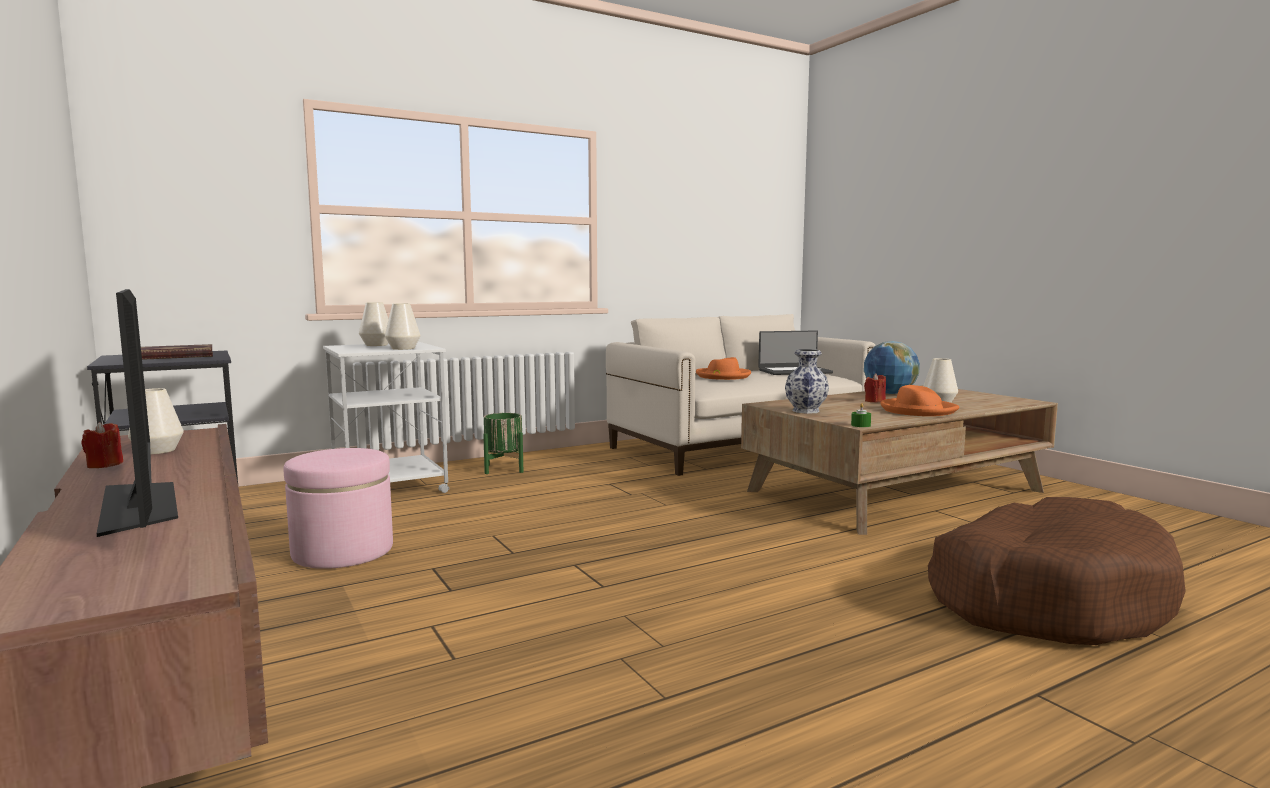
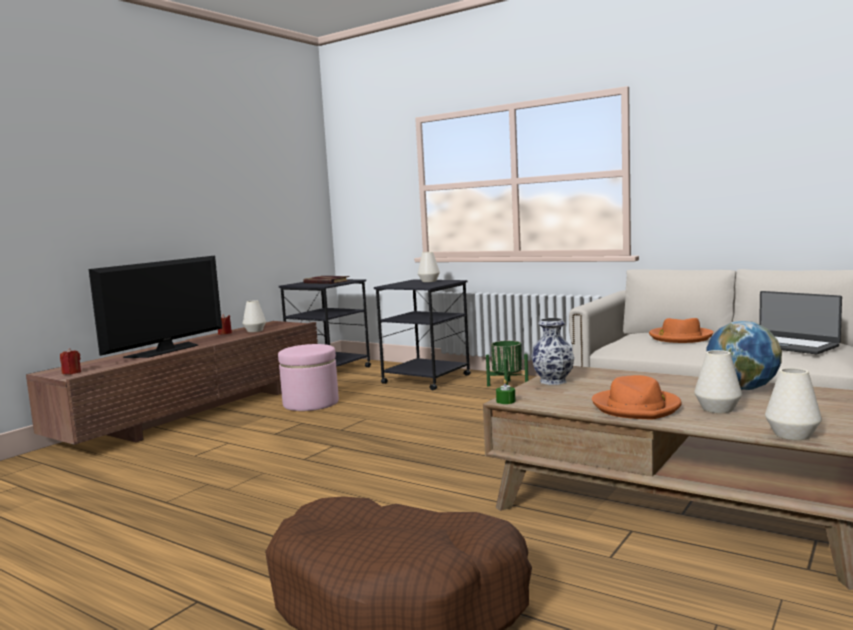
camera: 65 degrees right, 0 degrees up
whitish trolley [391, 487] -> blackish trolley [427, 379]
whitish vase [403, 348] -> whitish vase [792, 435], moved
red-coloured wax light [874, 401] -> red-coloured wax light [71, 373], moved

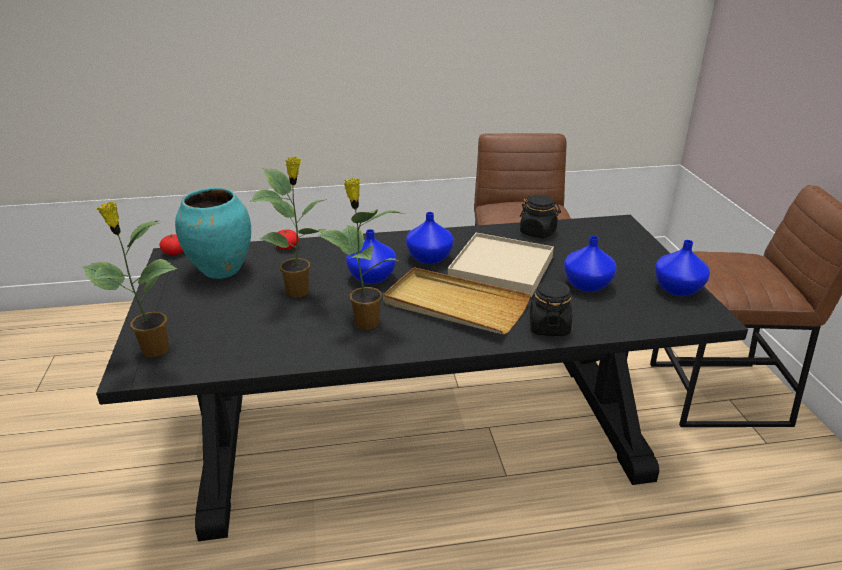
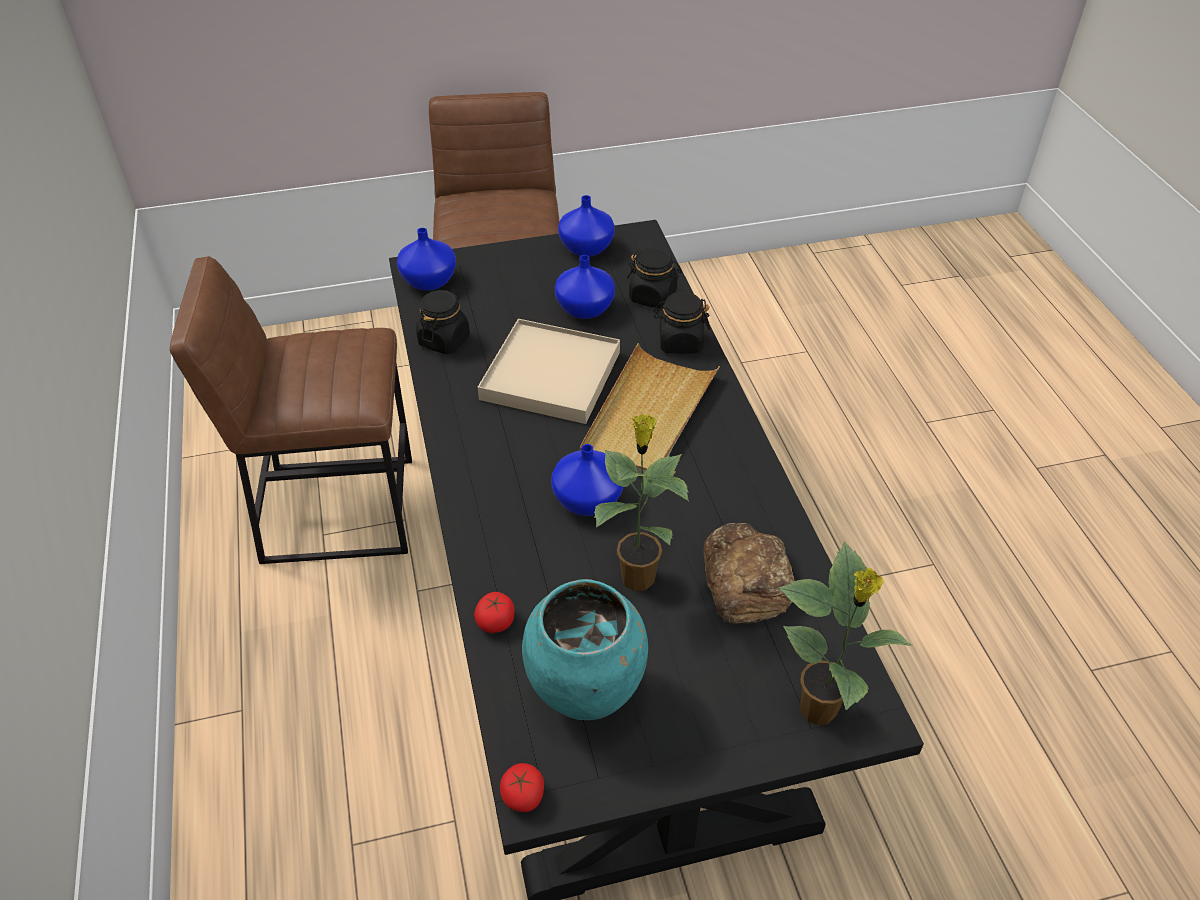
camera: 95 degrees left, 15 degrees up
plant in a pot [365, 322] -> none
blue-coloured vase [428, 258] -> blue-coloured vase [430, 281], moved
none -> blackish storage jar [653, 296]
none -> bread [746, 580]

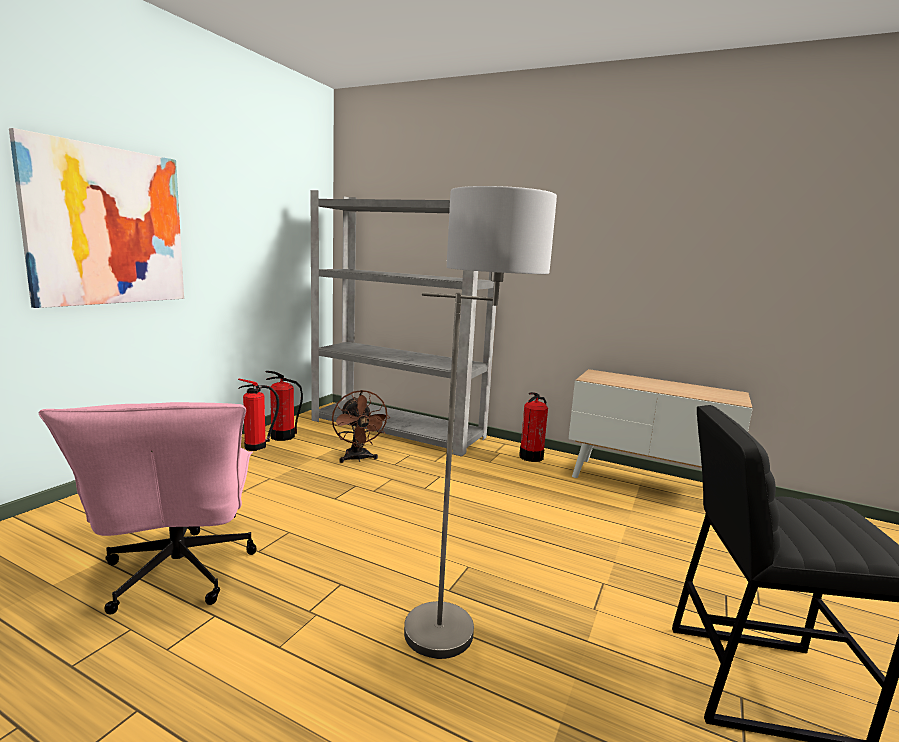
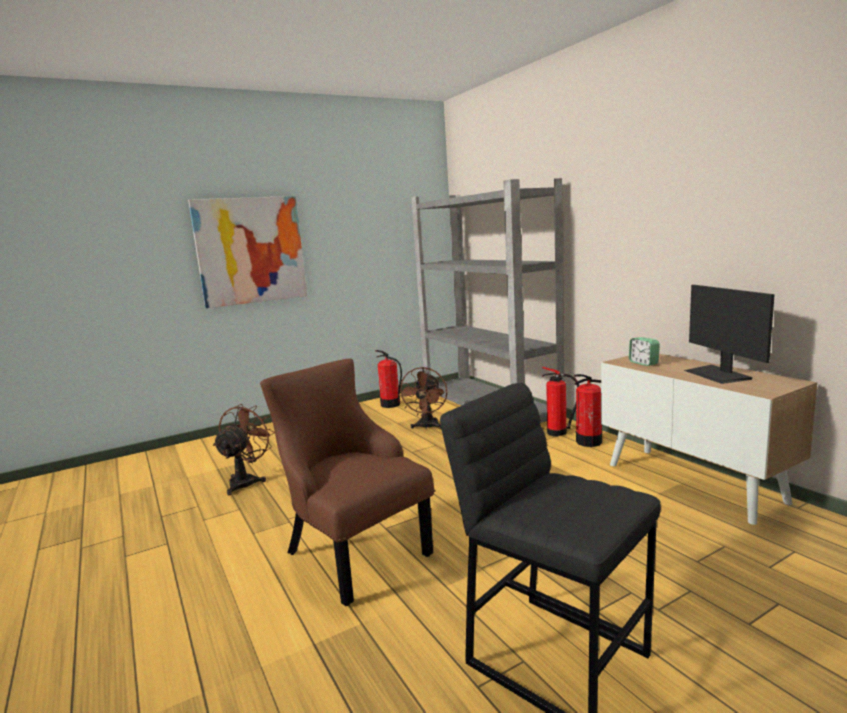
camera: 35 degrees right, 0 degrees up
pink desk chair [179, 570] -> brown electric fan [246, 481]
fire-fighting cylinder [257, 447] -> fire-fighting cylinder [559, 433], moved
grey standing lamp [459, 637] -> brown upright chair [357, 557]
none -> table clock [643, 363]
none -> computer screen [718, 374]

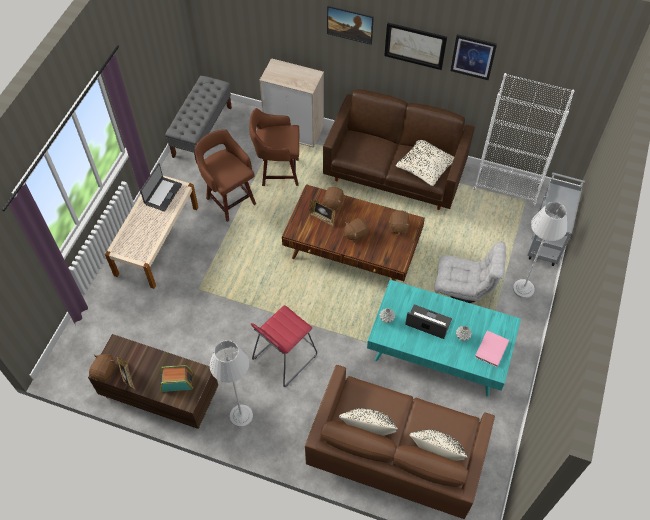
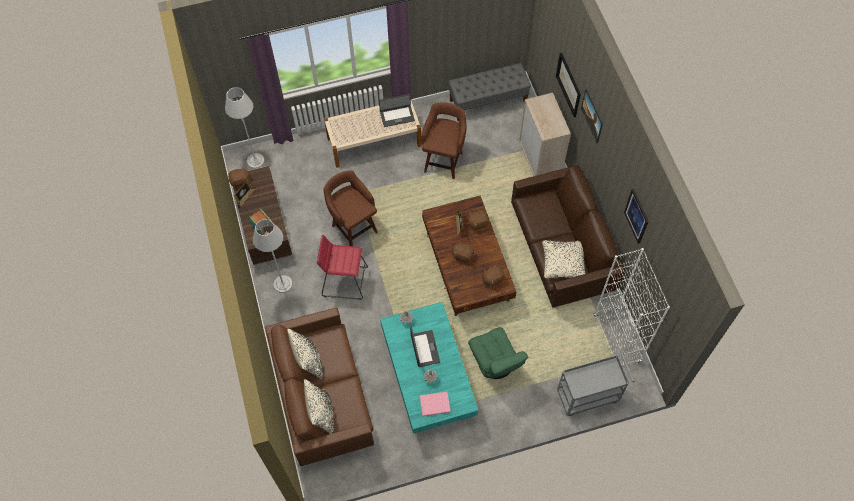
camera: 55 degrees right, 5 degrees up
brown stool seat [278, 172] -> brown stool seat [353, 227], moved
wall art [415, 45] -> wall art [568, 84], moved
grey lounge chair [464, 287] -> green lounge chair [494, 362]
grey standing lamp [523, 289] -> grey standing lamp [255, 161], moved

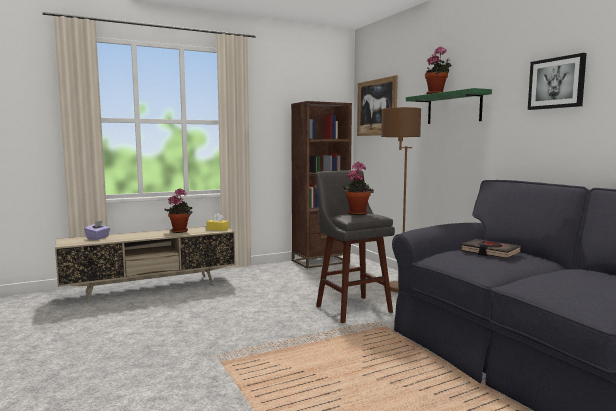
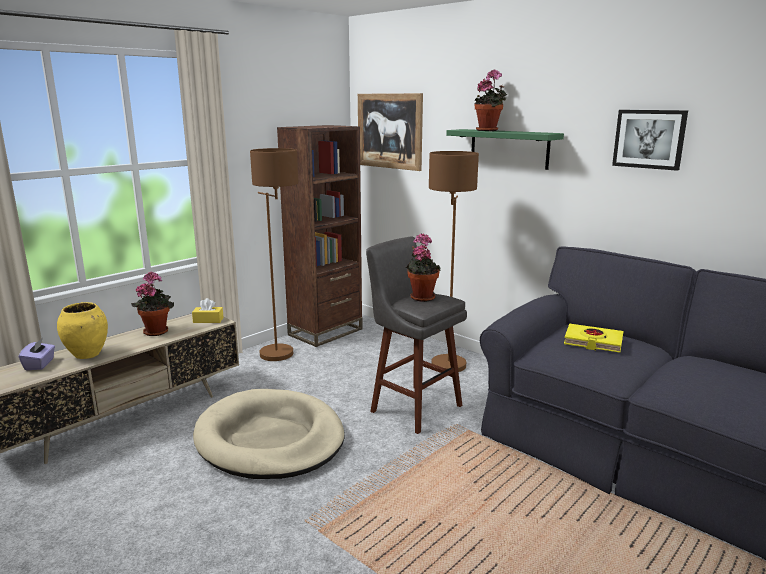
camera: 20 degrees left, 10 degrees up
blackish book [490, 252] -> yellow-coloured book [593, 342]
none -> yellow-coloured vase [88, 354]
none -> beige dog bed [270, 439]
none -> brown standing lamp [282, 357]

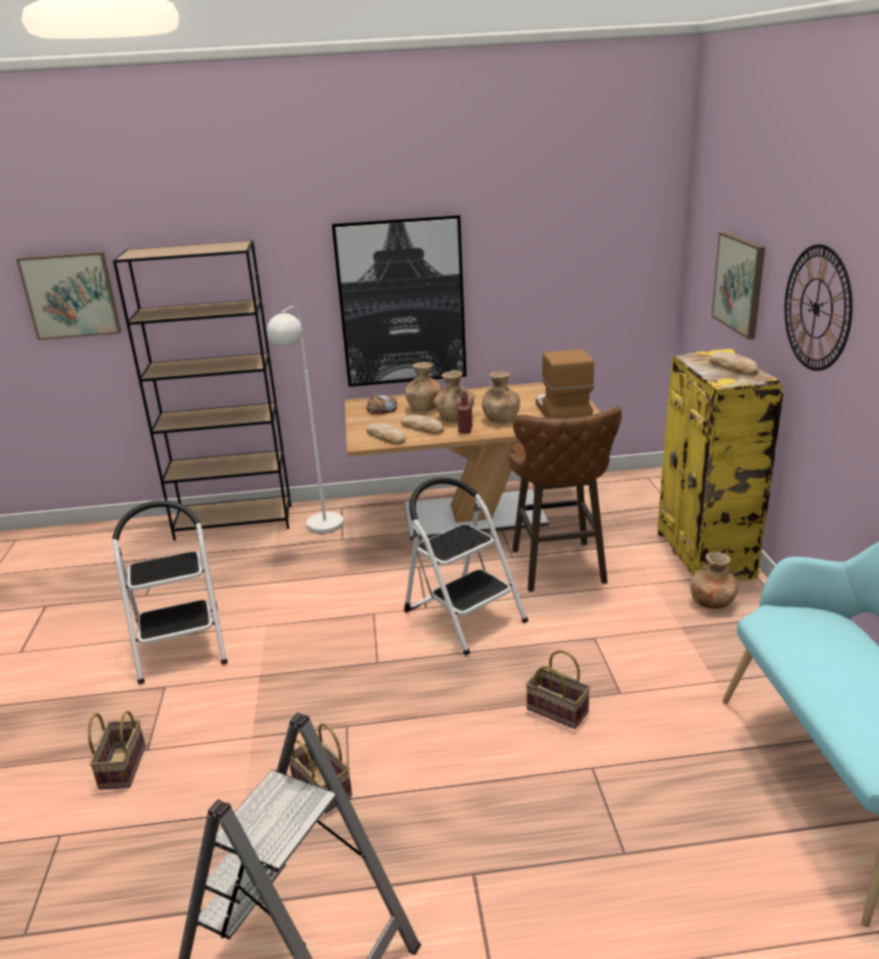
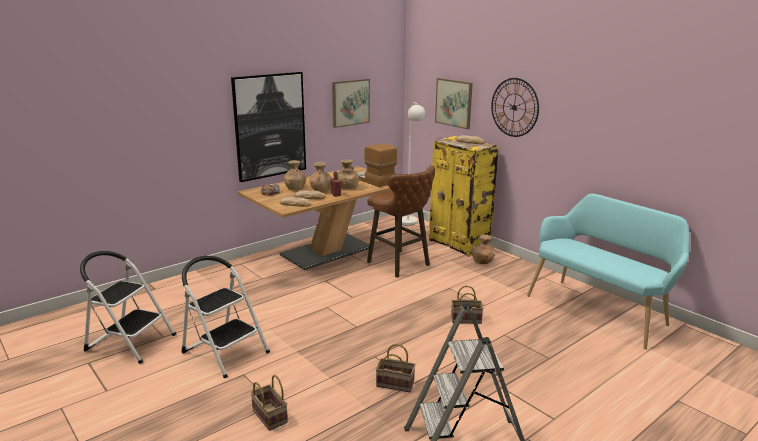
camera: 35 degrees left, 5 degrees down
wall art [71, 295] -> wall art [350, 102], moved
beige bookcase [235, 522] -> none
whitish standing lamp [320, 530] -> whitish standing lamp [410, 224], moved
step ladder [462, 615] -> step ladder [129, 342], moved

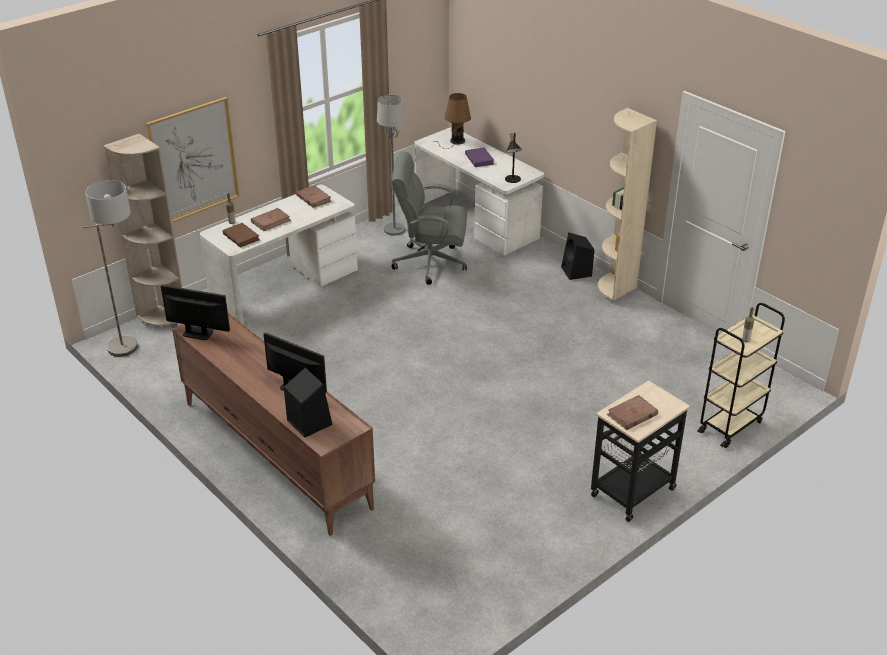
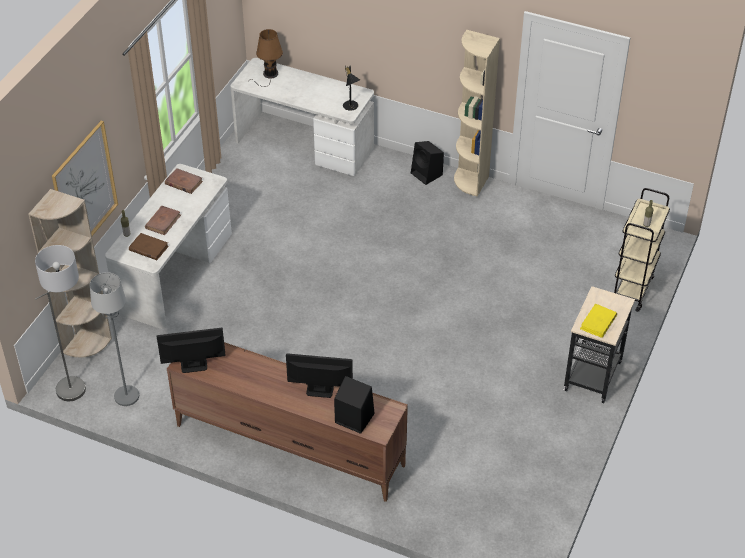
camera: 25 degrees left, 10 degrees up
grey standing lamp [394, 229] -> grey standing lamp [127, 396], moved
grey desk chair [430, 263] -> none
purplish book [479, 159] -> none
brown book [632, 415] -> yellow-coloured book [598, 322]

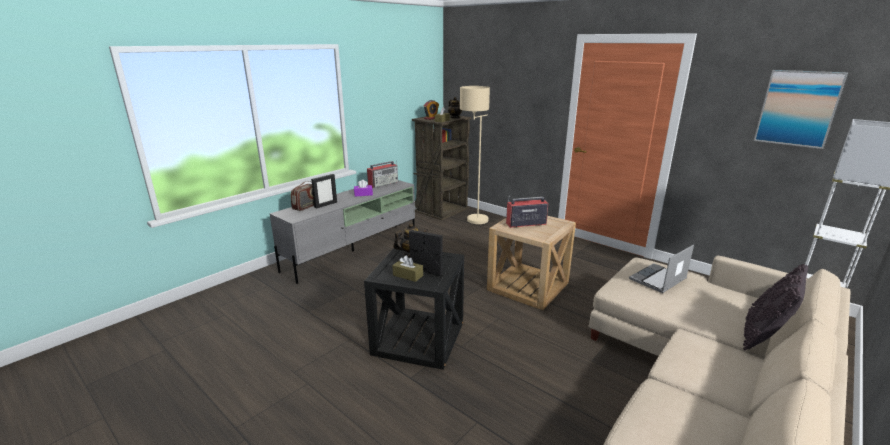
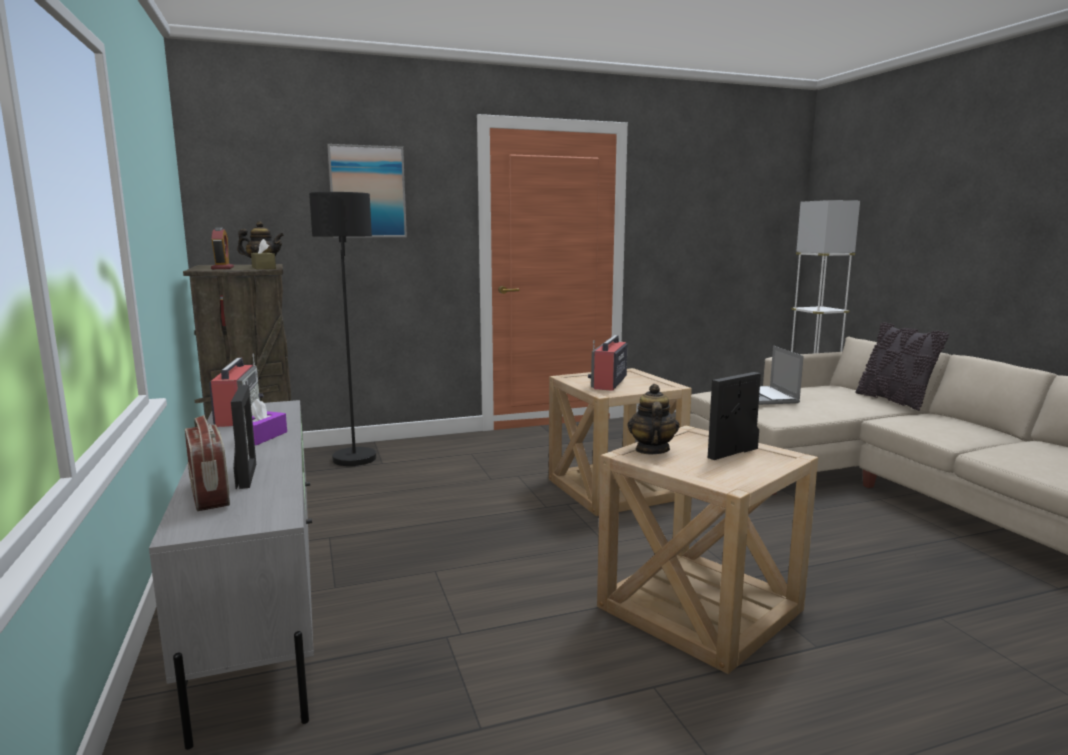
camera: 60 degrees left, 10 degrees down
blackish end table [419, 338] -> beige end table [700, 608]
brown box of tissues [408, 275] -> none
beige standing lamp [473, 222] -> blackish standing lamp [355, 463]
wall art [797, 108] -> wall art [367, 192], moved

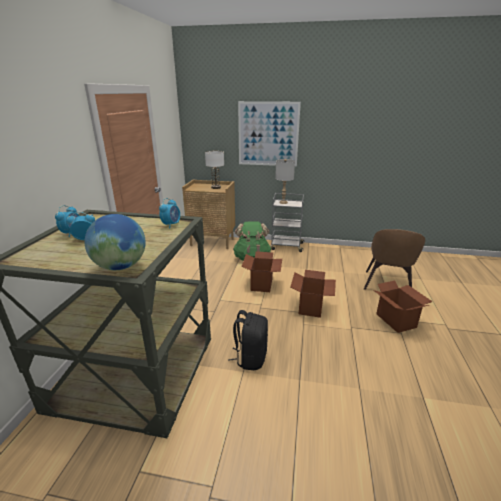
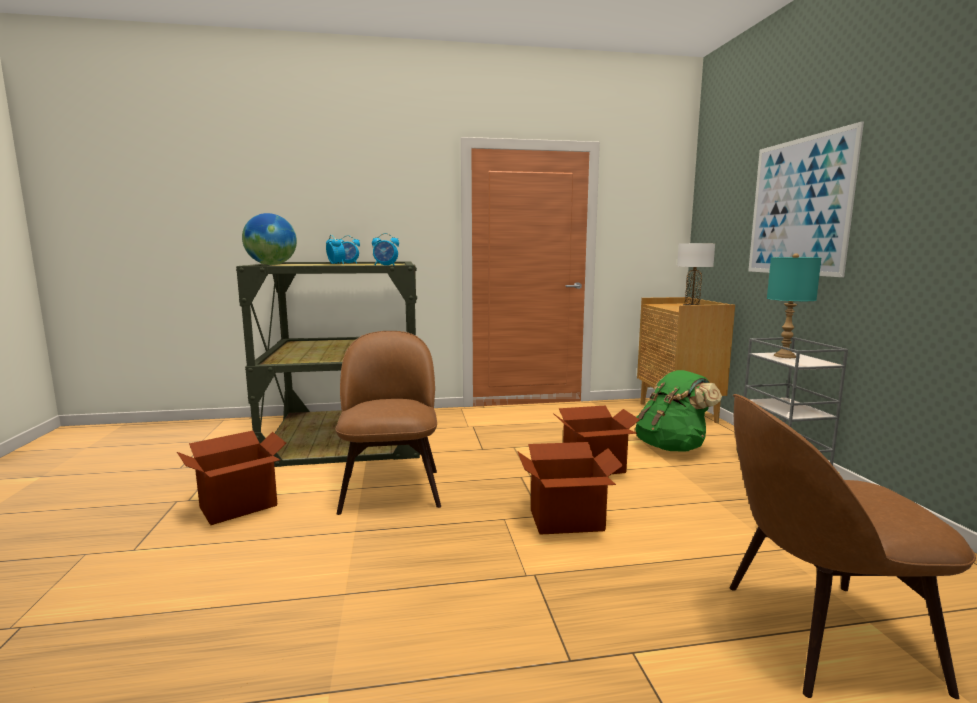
camera: 70 degrees right, 15 degrees down
blackish backpack [250, 358] -> brown upright chair [391, 488]
grey table lamp [283, 202] -> turquoise table lamp [784, 356]
packing box [396, 320] -> packing box [239, 507], moved

